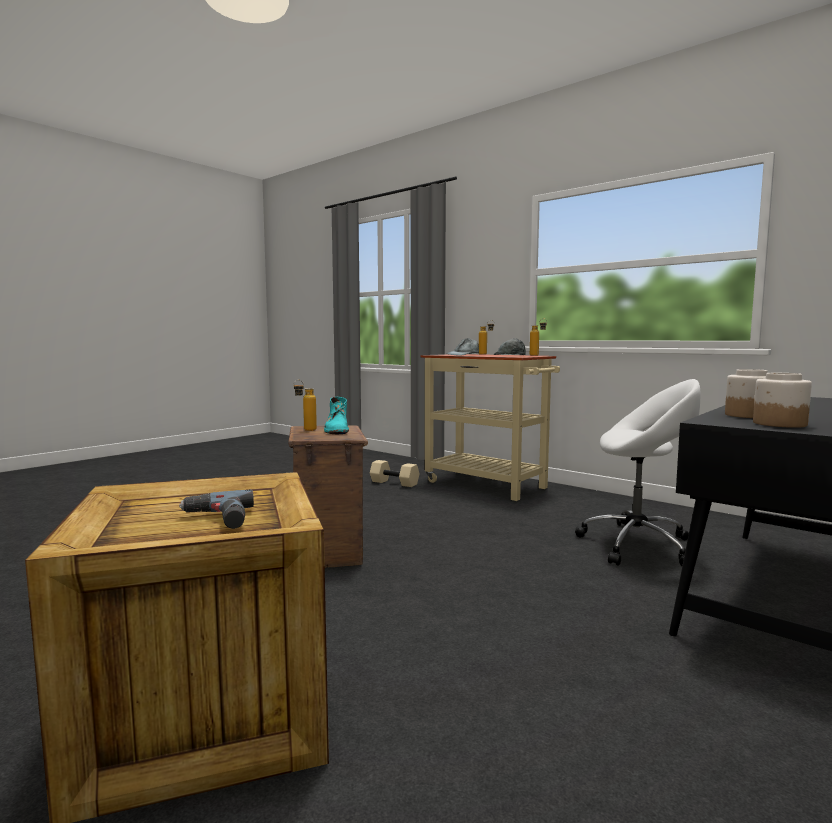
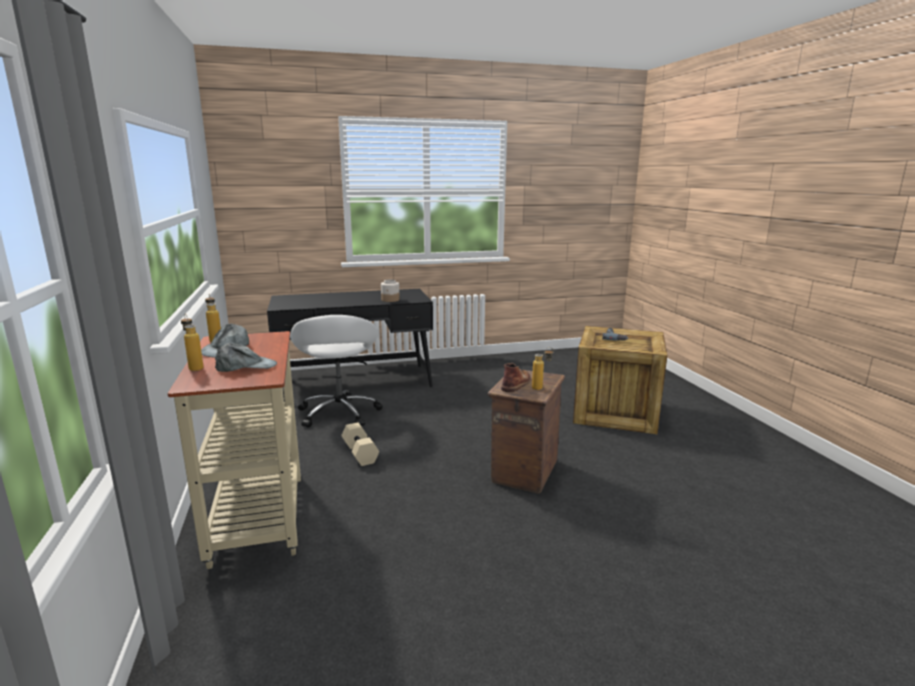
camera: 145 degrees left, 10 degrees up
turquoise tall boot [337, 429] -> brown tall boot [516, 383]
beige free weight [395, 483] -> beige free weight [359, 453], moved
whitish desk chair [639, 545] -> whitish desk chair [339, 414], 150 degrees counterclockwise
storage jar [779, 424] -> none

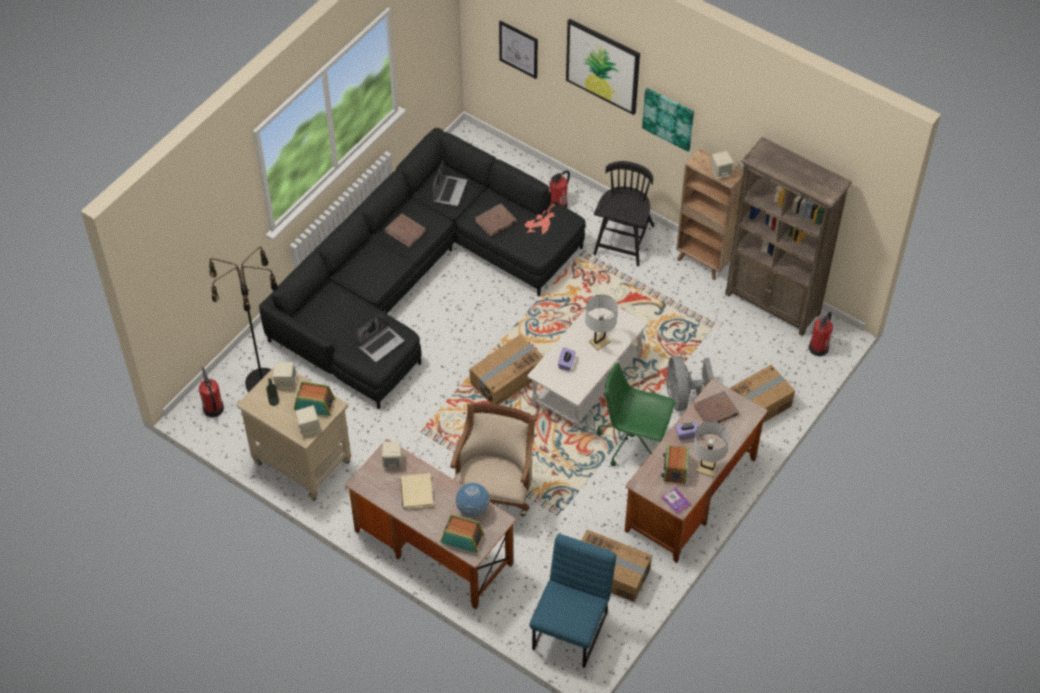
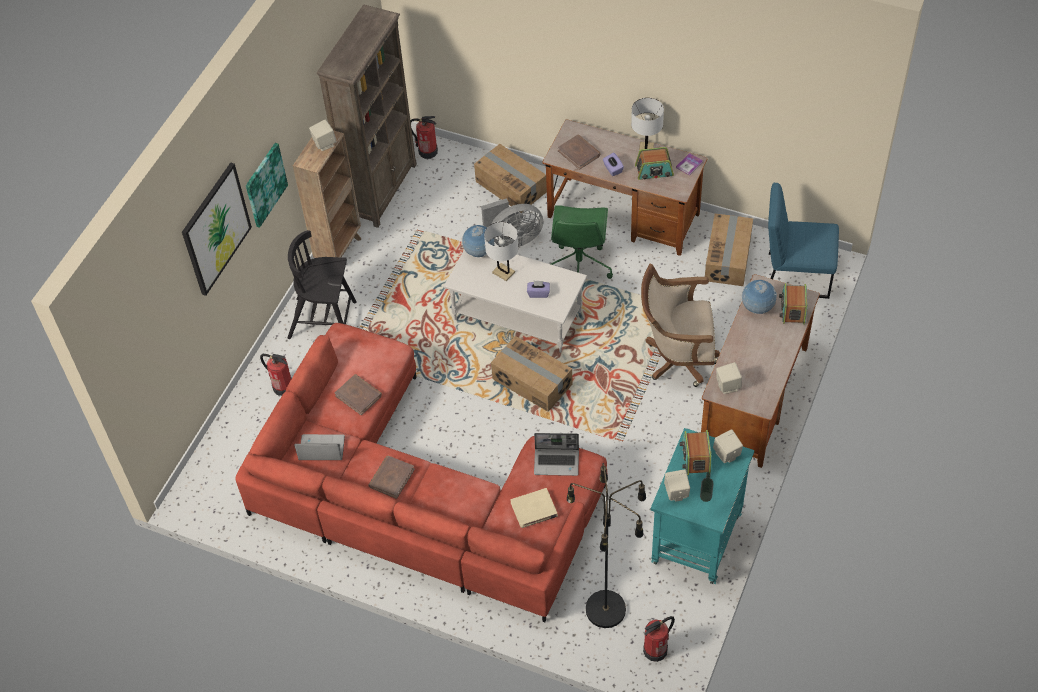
camera: 100 degrees left, 0 degrees up
beige trolley [301, 462] -> turquoise trolley [696, 540]
blackish settee [417, 278] -> red-coloured settee [417, 495]
notebook computer [381, 343] -> notebook computer [557, 462], 150 degrees clockwise
beige book [416, 493] -> beige book [534, 510], moved
wall art [519, 49] -> none
none -> globe [479, 252]

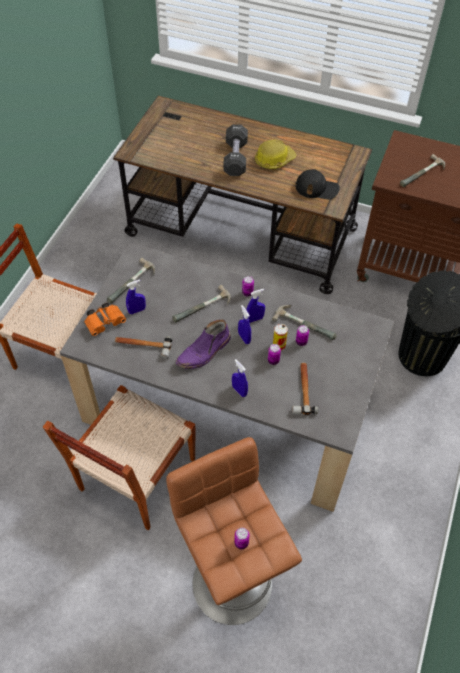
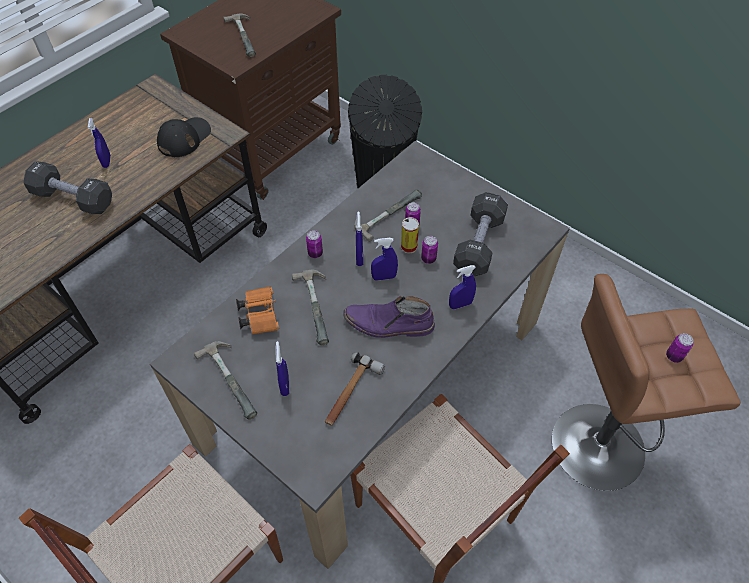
camera: 70 degrees left, 0 degrees up
orange-coloured pair of binoculars [106, 322] -> orange-coloured pair of binoculars [259, 314], moved
purplish tall boot [204, 352] -> purplish tall boot [388, 324], 120 degrees clockwise
safety helmet [274, 160] -> blue-coloured sprayer [107, 162]
hand hammer [303, 390] -> blackish free weight [479, 244]

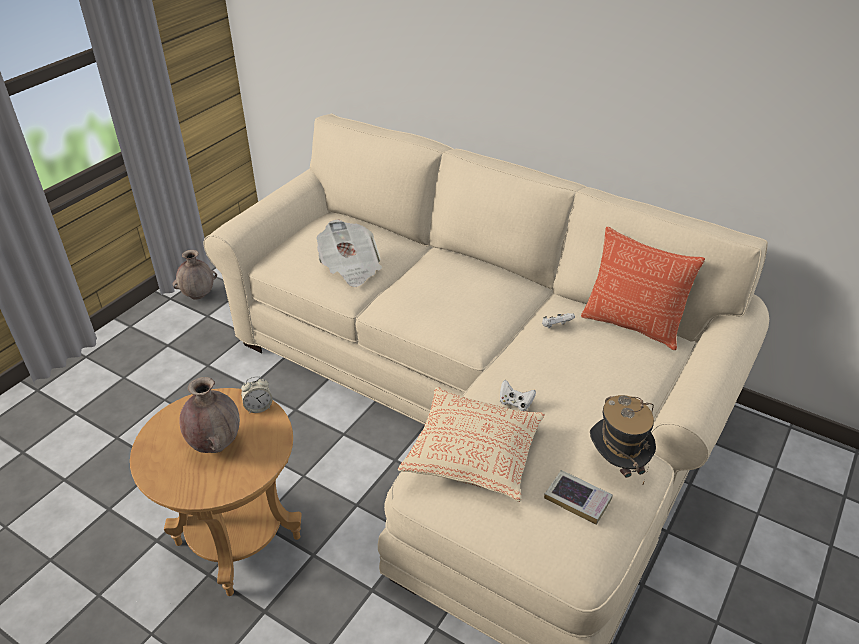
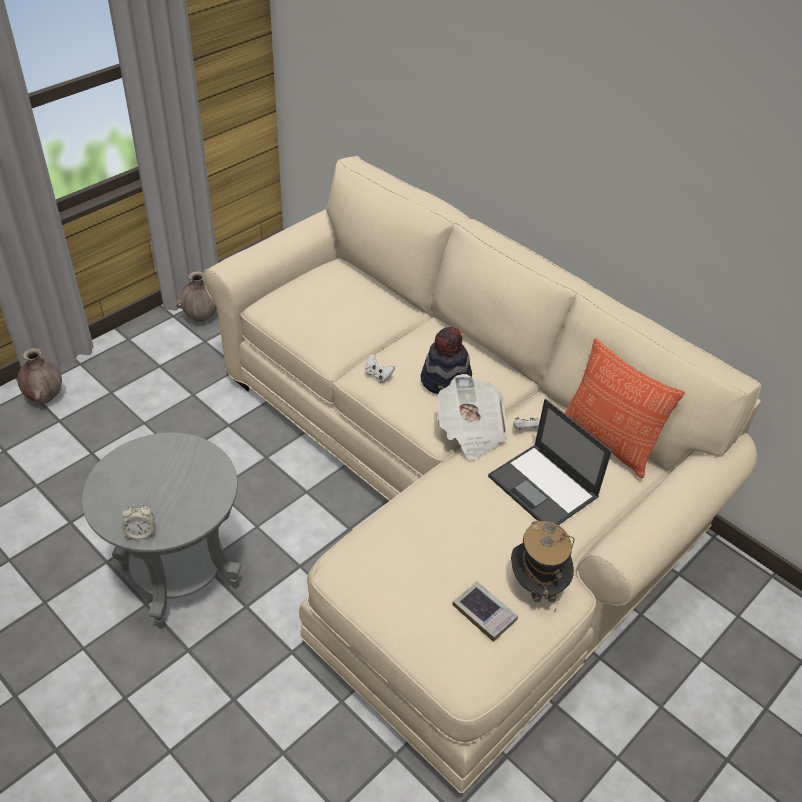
camera: 10 degrees right, 5 degrees up
brown end table [238, 539] -> grey end table [180, 577]
brown vase [215, 444] -> brown vase [45, 397], moved
table clock [258, 407] -> table clock [140, 532], moved
daily paper [350, 267] -> daily paper [470, 431], moved
beige pillow [474, 455] -> none
whitish game controller [515, 403] -> whitish game controller [378, 375], moved
none -> wearable hat [446, 380]
none -> notebook computer [544, 487]

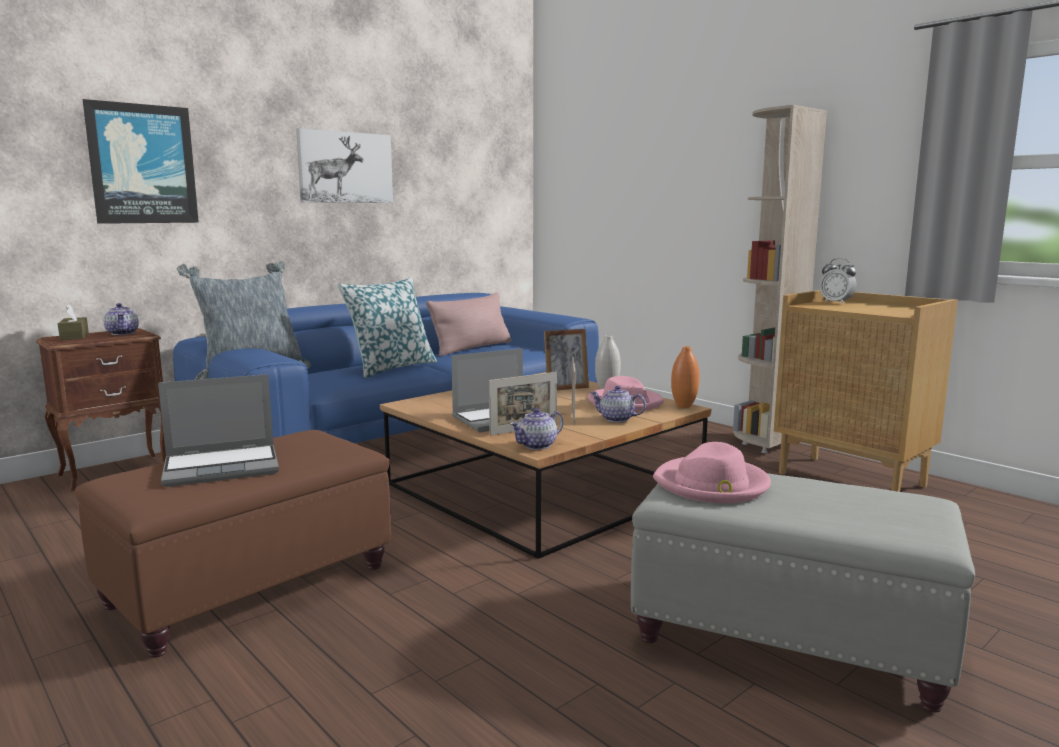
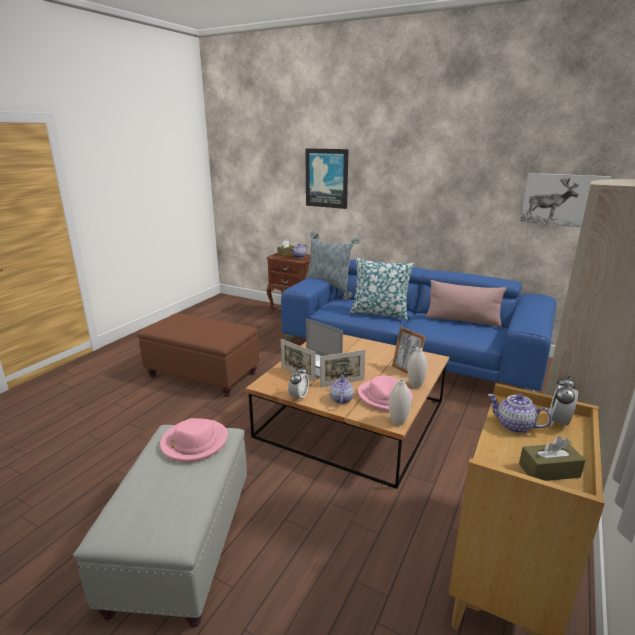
camera: 70 degrees right, 10 degrees up
notebook computer [223, 467] -> none
wall art [345, 167] -> wall art [563, 200], moved
pot for tea [537, 445] -> pot for tea [514, 426], moved
orange-coloured vase [684, 406] -> whitish vase [398, 422]
none -> table clock [299, 397]
none -> brown box of tissues [549, 470]

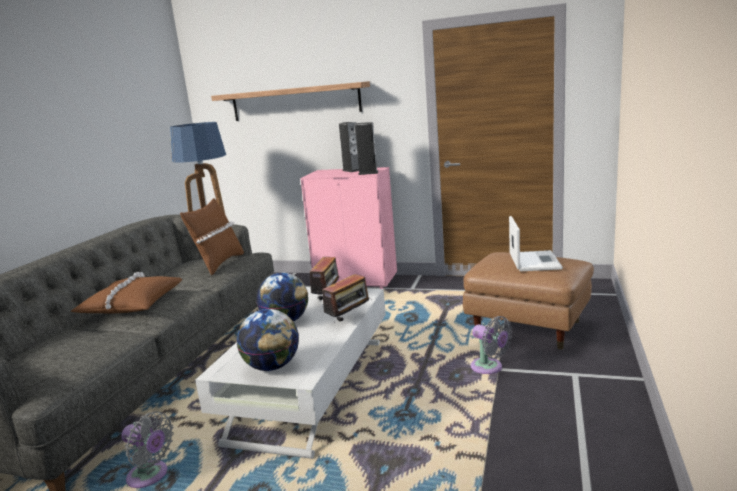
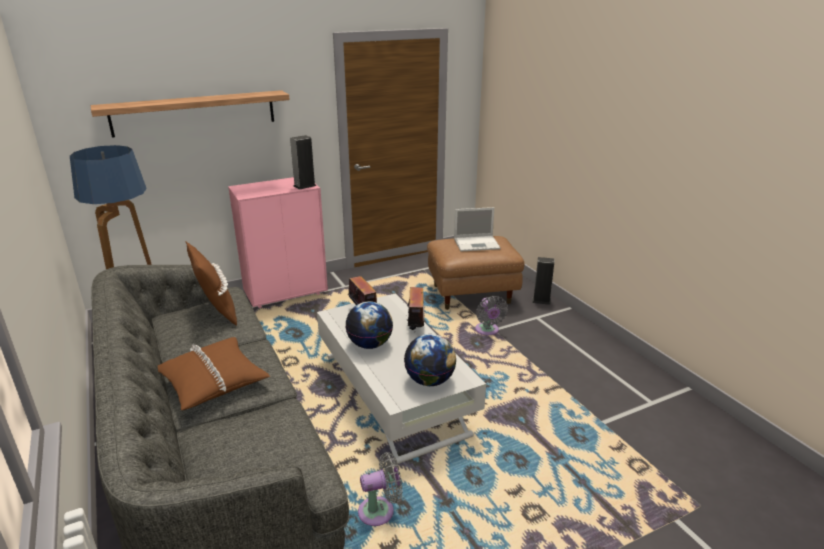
camera: 45 degrees left, 10 degrees up
speaker [352, 170] -> speaker [541, 300], moved
grey electric fan [489, 368] -> grey electric fan [487, 331], 75 degrees clockwise
notebook computer [534, 261] -> notebook computer [477, 243], 120 degrees clockwise

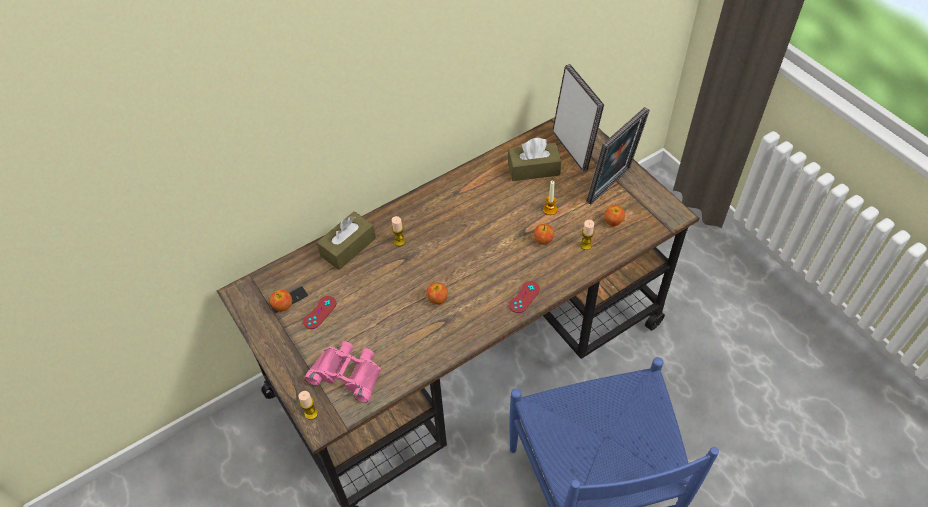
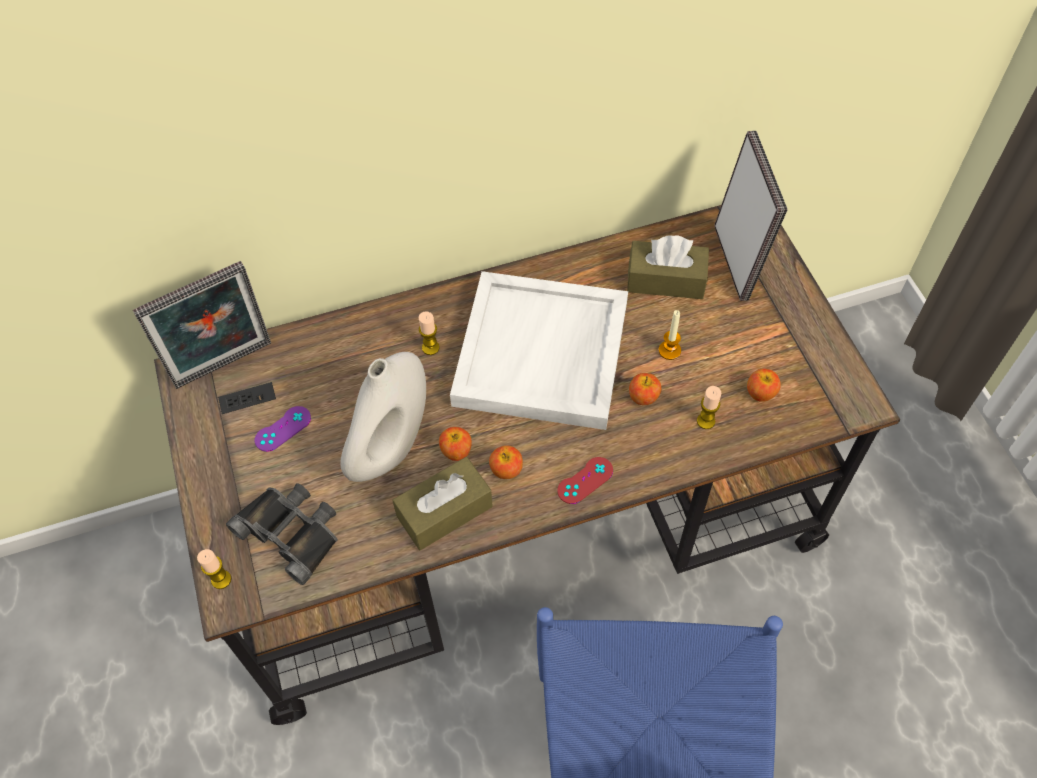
camera: 15 degrees right, 5 degrees up
apple [283, 306] -> apple [506, 470], moved
red-coloured game controller [320, 312] -> purplish game controller [283, 429]
pink pair of binoculars [347, 373] -> blackish pair of binoculars [291, 532]
brown box of tissues [348, 247] -> brown box of tissues [444, 511], moved
standing frame [611, 187] -> standing frame [225, 367], moved
none -> whitish vase [391, 447]
none -> whitish carrying tray [542, 355]

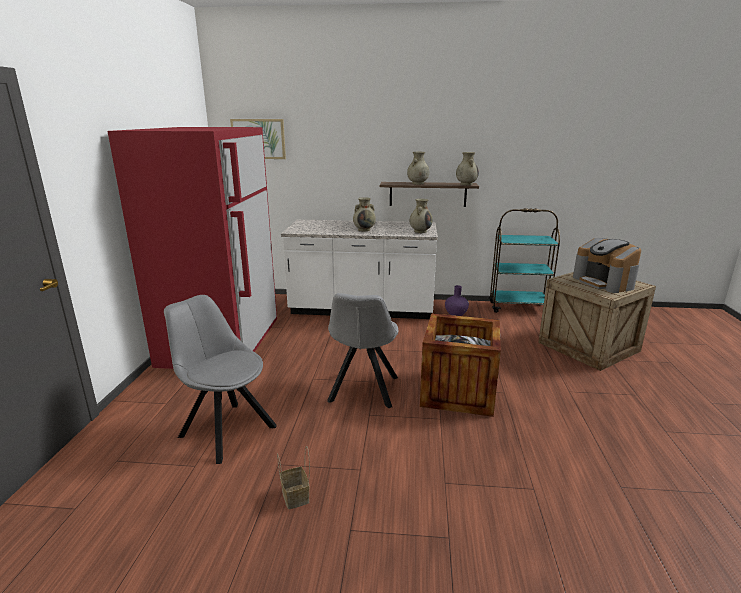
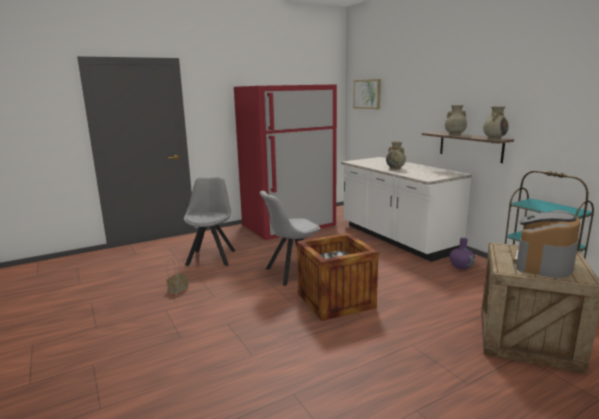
camera: 55 degrees right, 5 degrees down
beige vase [420, 231] -> none

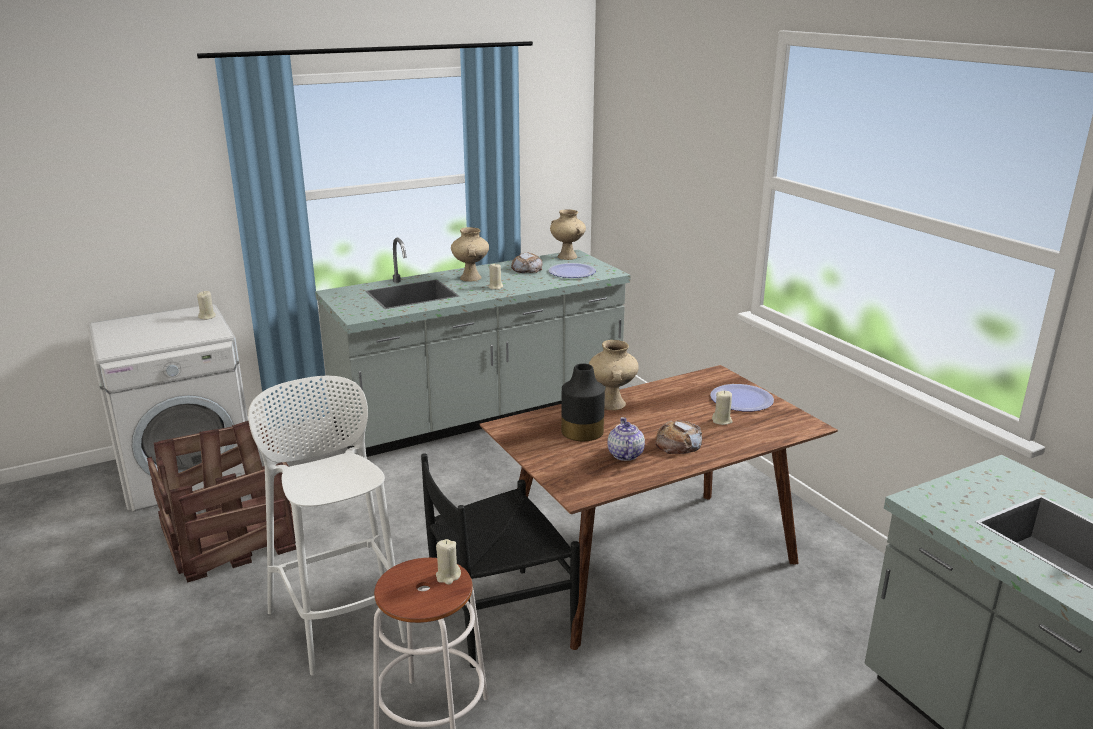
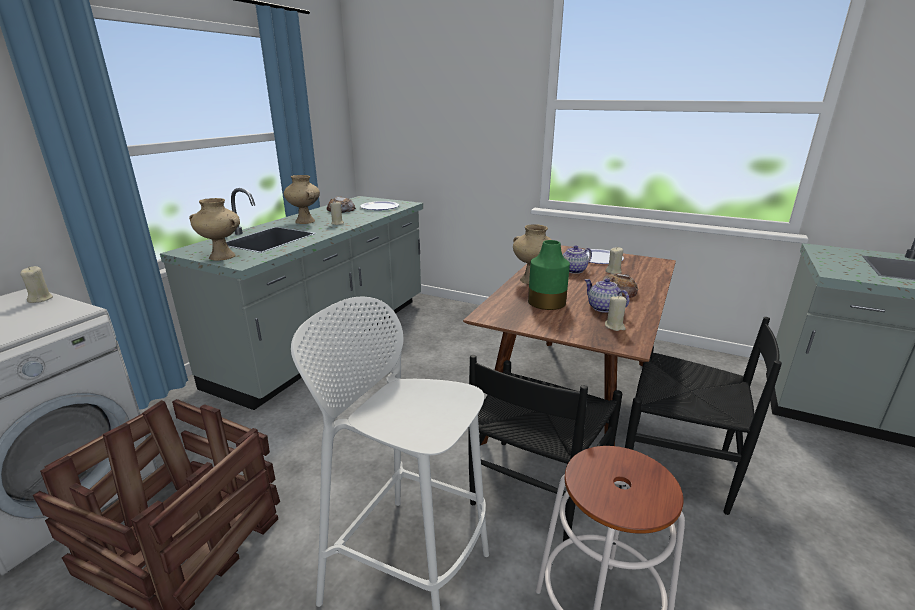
camera: 35 degrees left, 0 degrees up
beige wax light [448, 576] -> beige wax light [614, 326], moved
beige vase [568, 257] -> beige vase [223, 256], moved
blackish vase [583, 431] -> green vase [547, 302]
none -> pot for tea [573, 270]
none -> blackish upright chair [677, 467]

